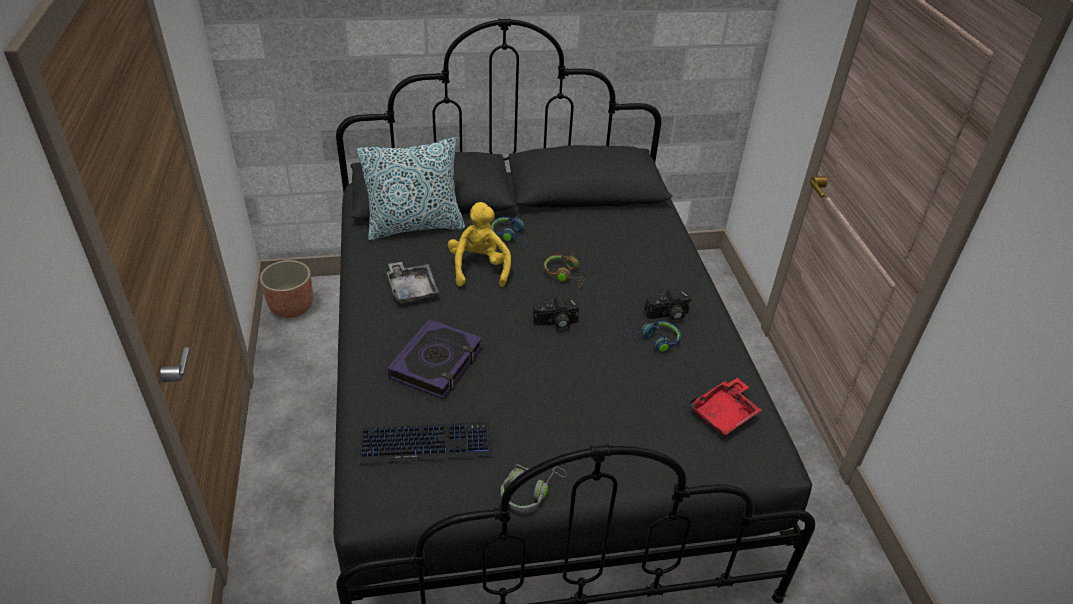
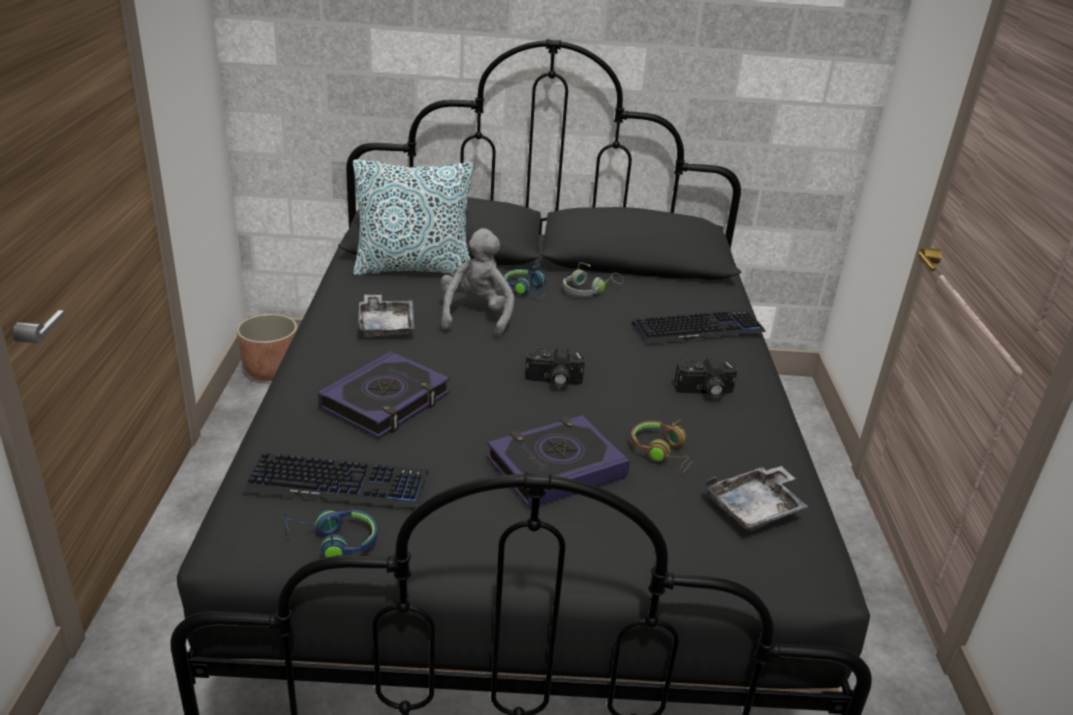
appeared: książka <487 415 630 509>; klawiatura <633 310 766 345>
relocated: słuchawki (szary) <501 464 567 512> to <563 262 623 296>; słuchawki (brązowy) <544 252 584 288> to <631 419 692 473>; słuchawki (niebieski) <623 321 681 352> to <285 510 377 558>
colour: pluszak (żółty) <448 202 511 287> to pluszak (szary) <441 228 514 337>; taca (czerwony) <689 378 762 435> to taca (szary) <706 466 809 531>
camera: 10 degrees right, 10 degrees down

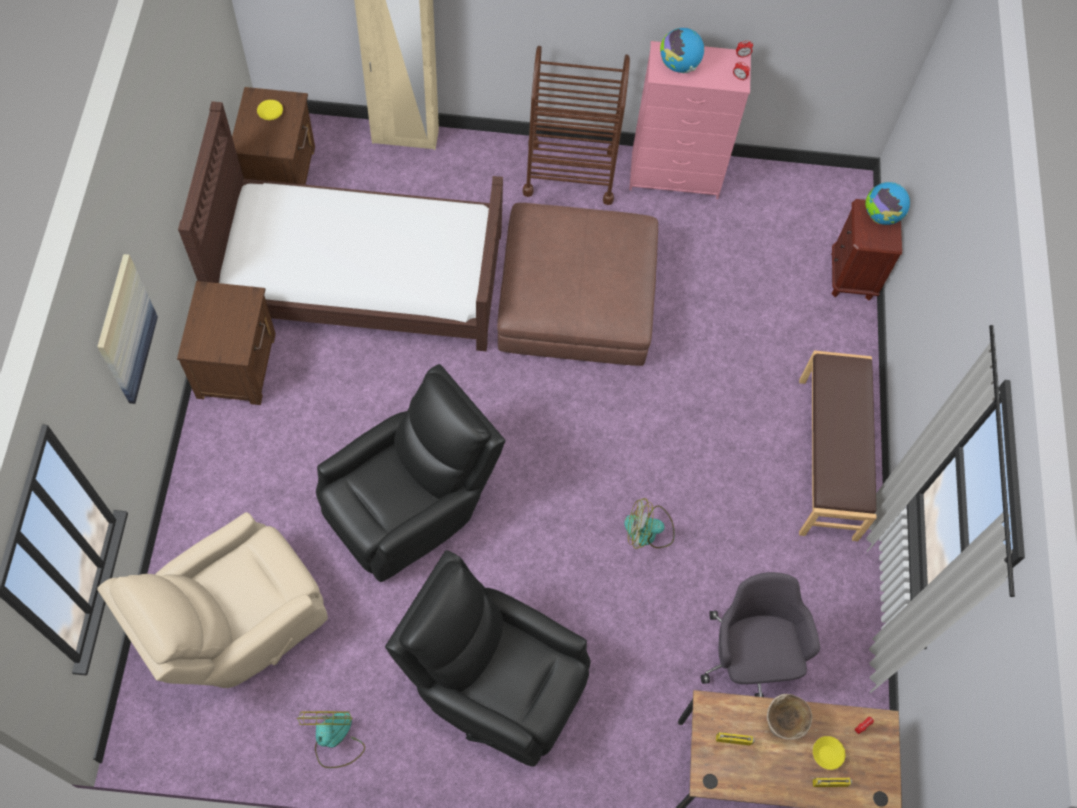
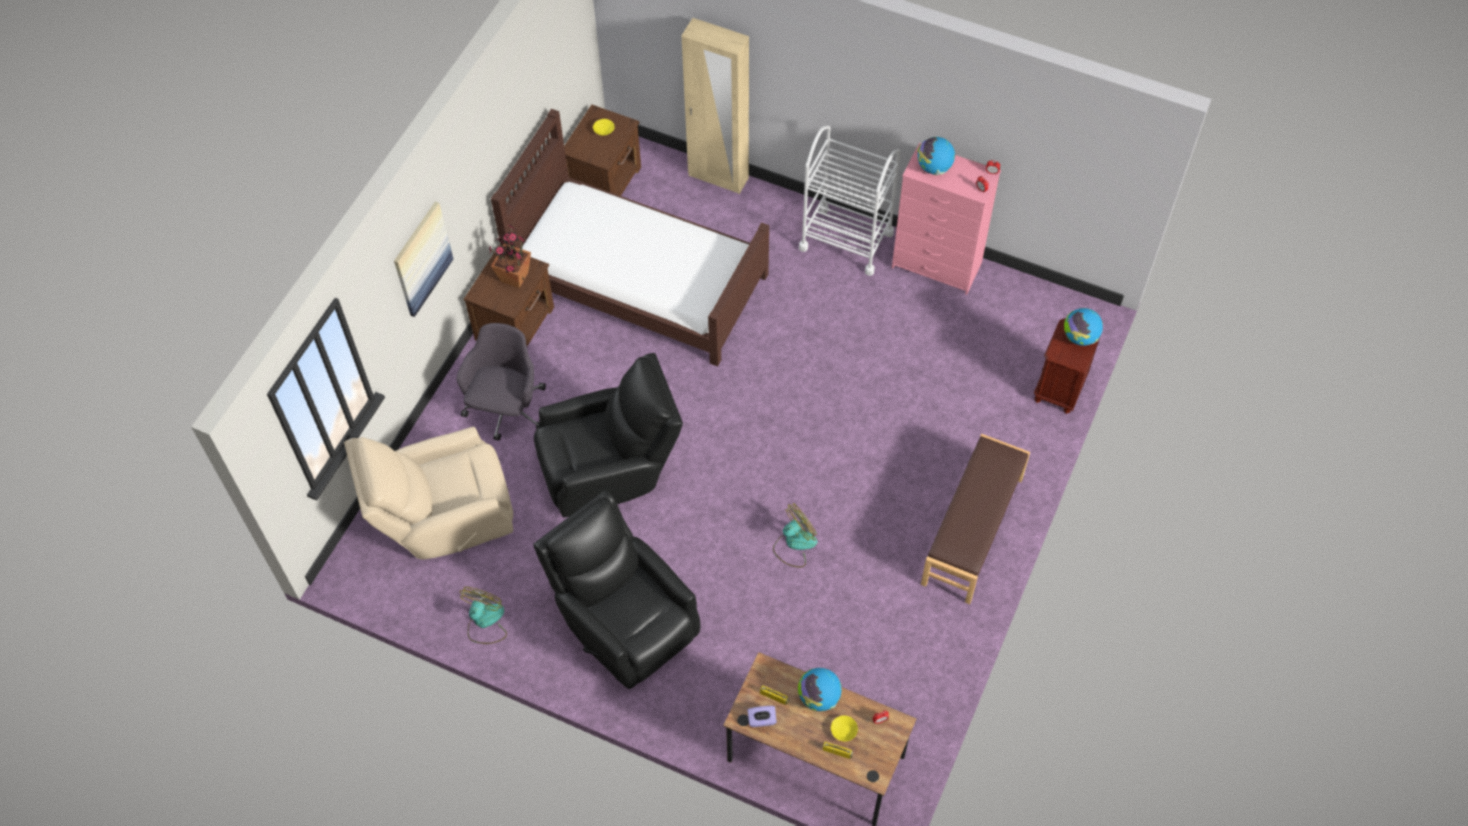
missing: pufa (brązowy) <497 203 658 366>
appeared: roślina doniczkowa <489 225 531 288>; pudełko chusteczek (fioletowy) <747 706 777 727>
relocated: krzesło biurowe (szary) <701 572 820 697> to <456 323 546 441>
exchanged: miska (beżowy) <767 694 812 740> to globus <798 668 842 711>
colour: wózek (brązowy) <523 46 630 205> to wózek (biały) <799 125 901 276>
spun: wentylator <624 498 675 549> = <773 503 817 568> 120 degrees clockwise
camera: 25 degrees right, 5 degrees down

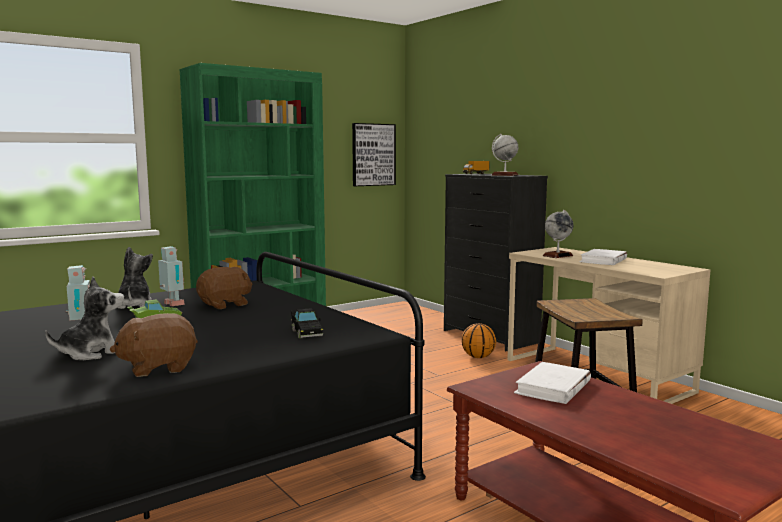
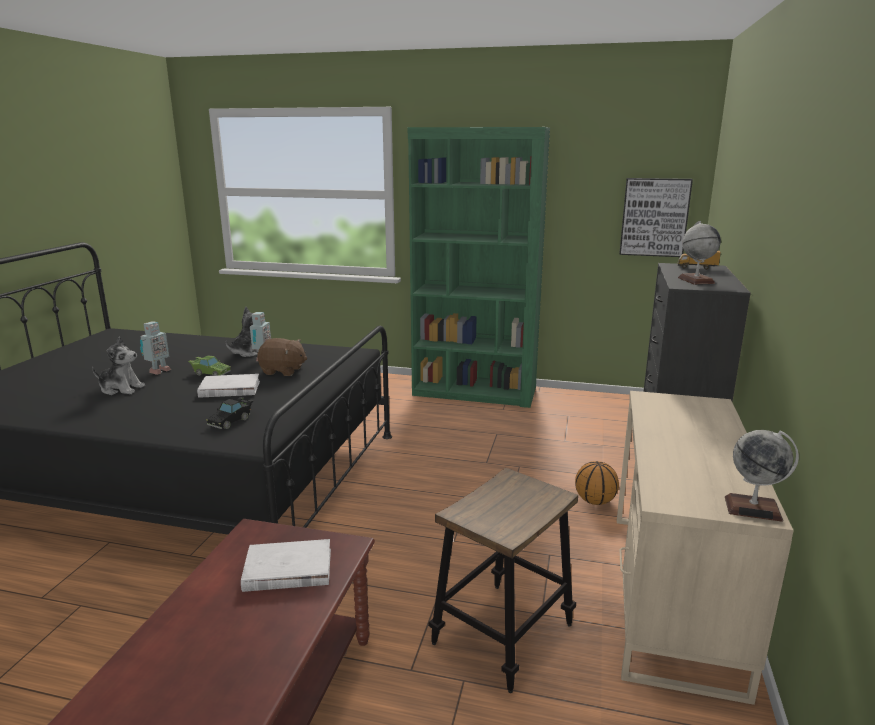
missing: pluszak (brązowy) <110 313 198 377>
relocated: globus <543 210 573 258> to <725 430 799 522>; książka (biały) <579 249 627 265> to <197 374 260 398>
camera: 50 degrees right, 10 degrees up

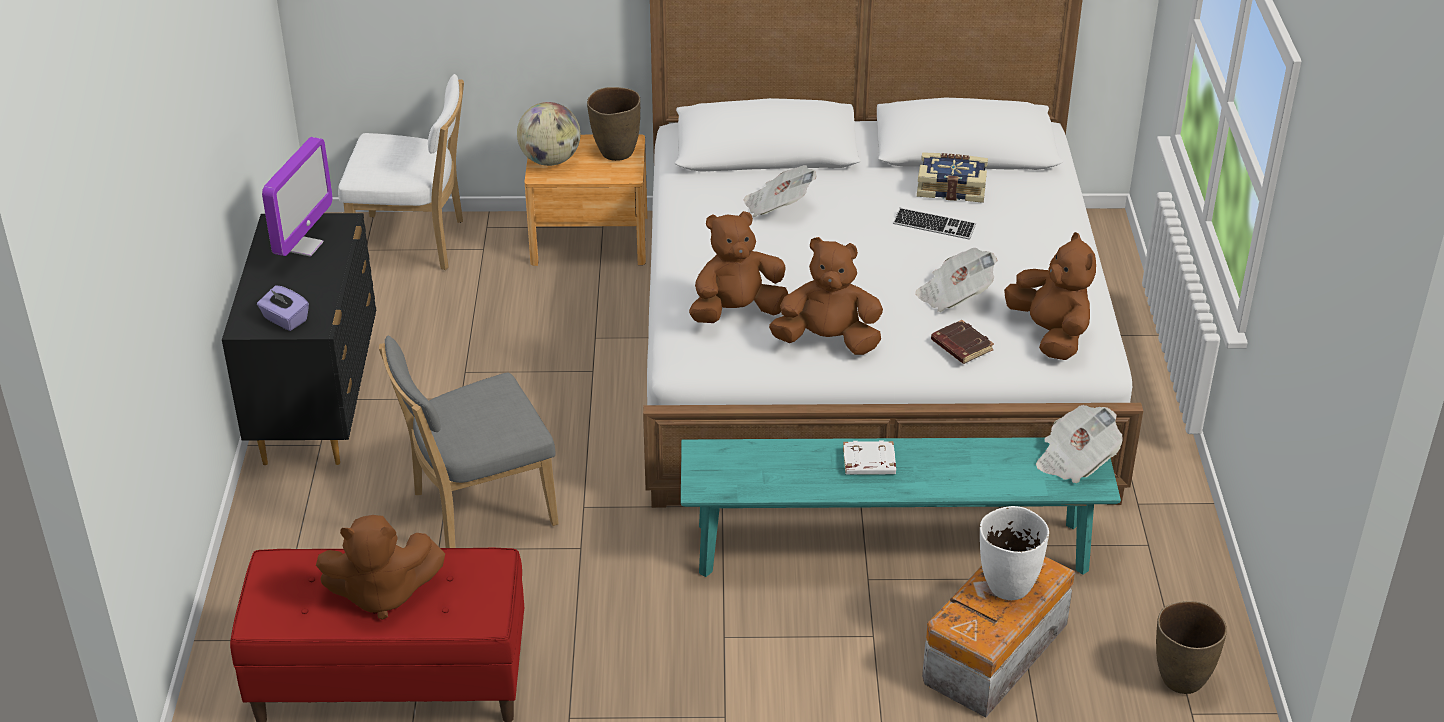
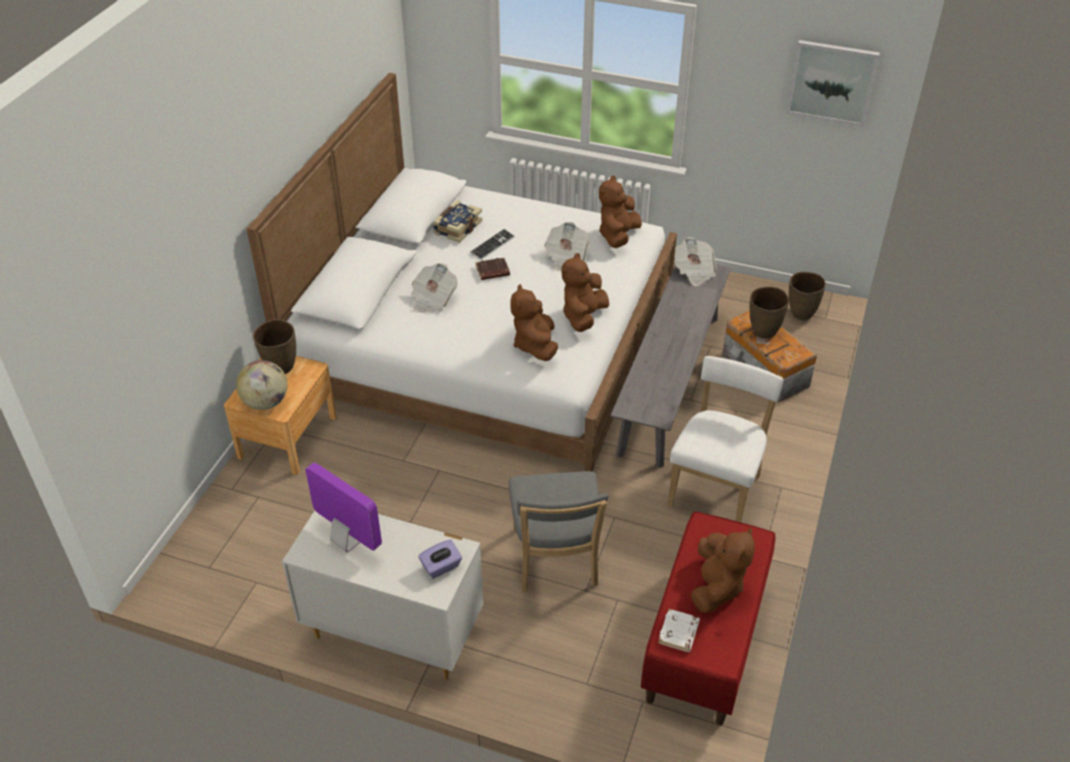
appeared: obraz <786 40 880 127>
relocated: krzesło (biały) <338 74 464 270> to <668 356 783 522>; książka (biały) <843 440 896 475> to <658 609 700 652>; książka (brązowy) <931 320 994 364> to <475 258 510 280>
colour: komoda (czarny) <222 213 377 465> to komoda (biały) <282 511 483 680>; ławka (turkusowy) <681 437 1121 577> to ławka (szary) <610 264 731 468>; wazon (biały) <980 506 1049 600> to wazon (brązowy) <750 287 789 338>
spun: pluszak (brązowy) <1004 232 1096 360> = <599 176 642 248> 60 degrees counterclockwise
camera: 70 degrees left, 5 degrees up

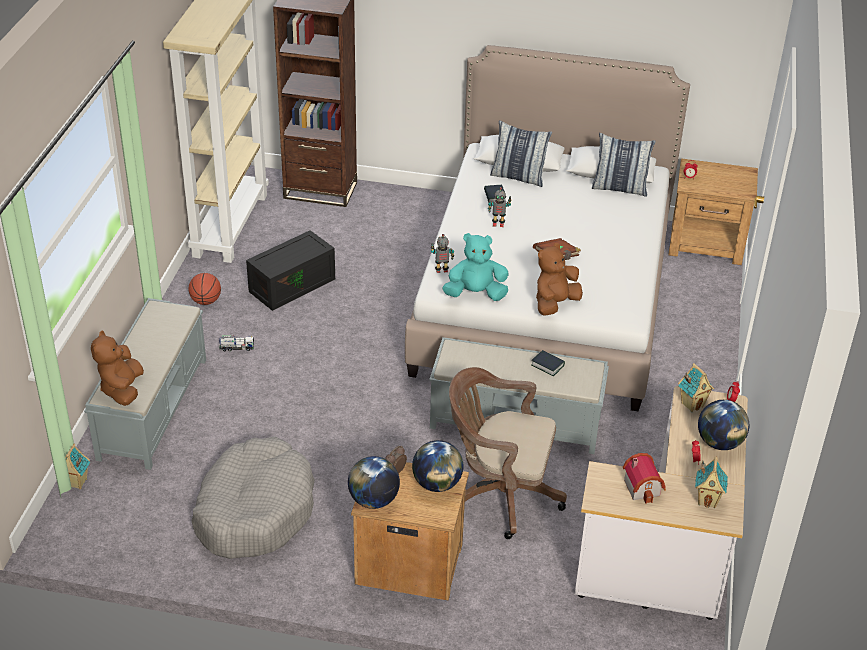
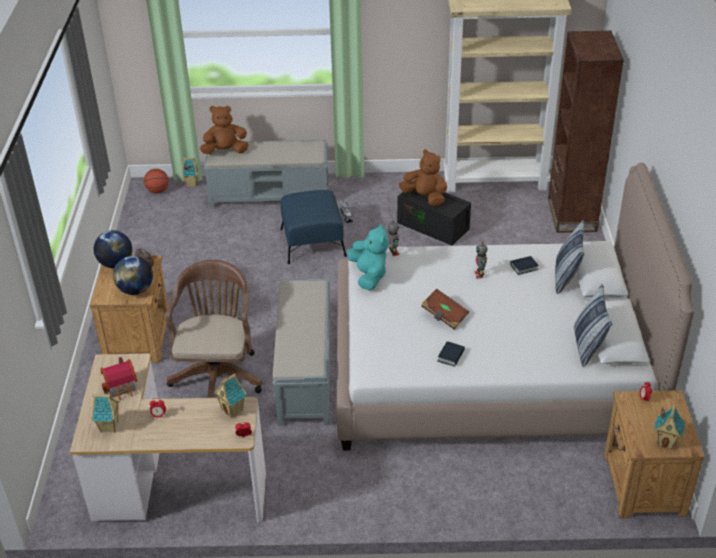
missing: legowisko (szary) <191 436 315 559>; globus <698 400 749 450>
appeared: pufa (niebieski) <280 190 347 264>; domek <654 404 685 449>
relocated: piłka do koszykówki <189 273 221 305> to <144 169 169 194>; książka <531 350 565 376> to <437 341 465 367>; pluszak (brązowy) <536 243 583 316> to <399 149 447 206>
camera: 80 degrees right, 0 degrees up

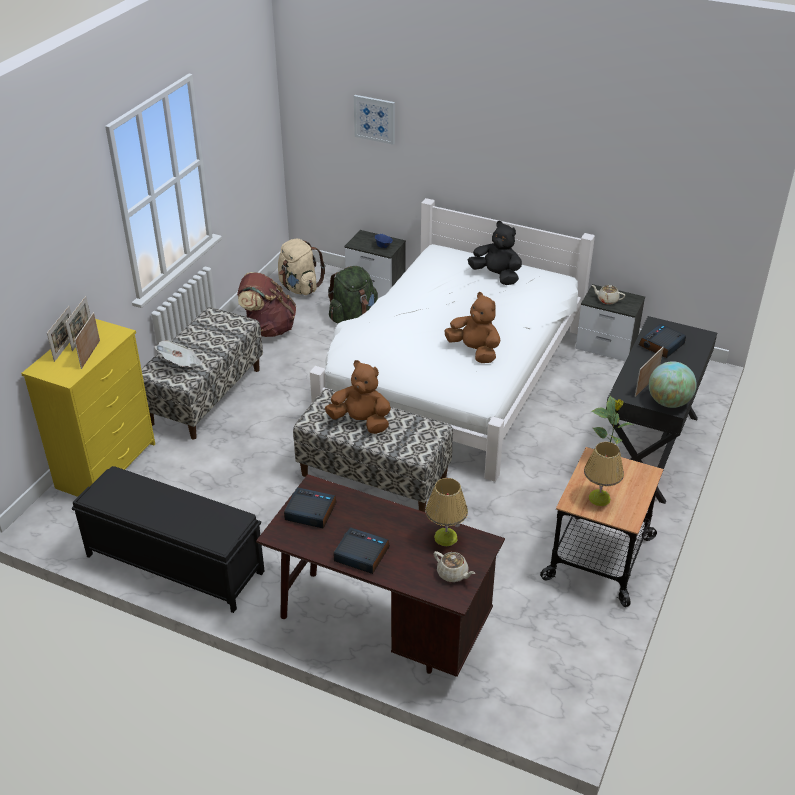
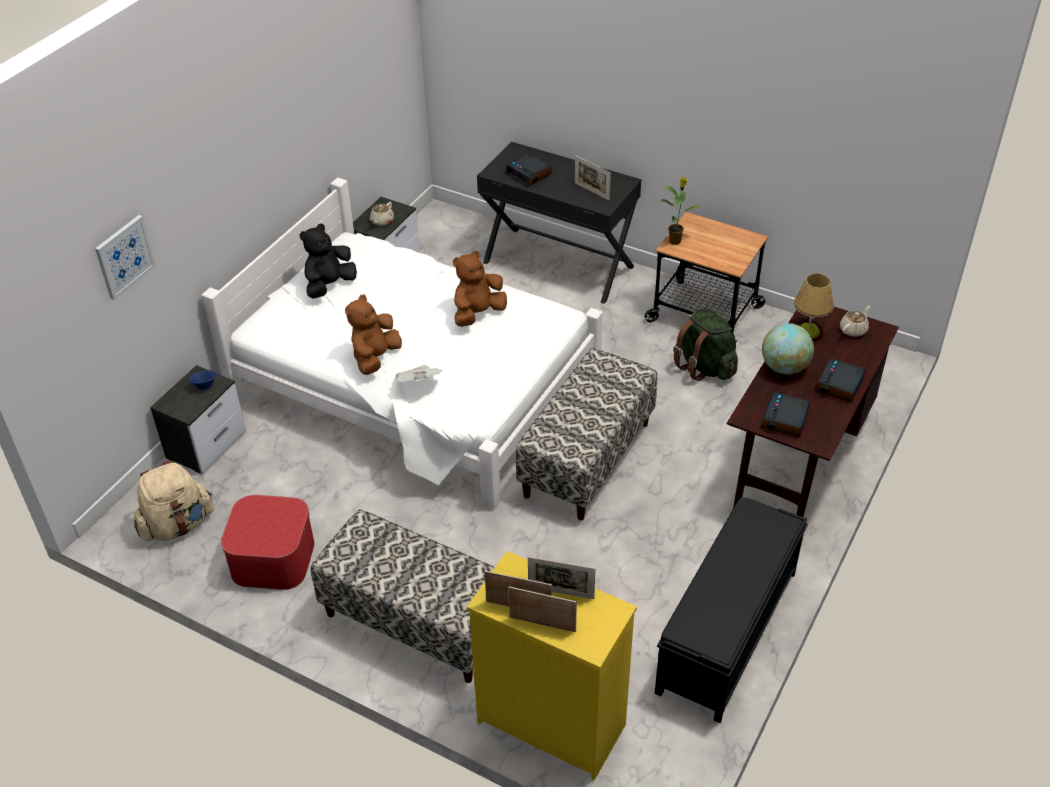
missing: lampa stołowa <584 442 624 506>
relocated: gazeta <154 341 203 367> to <394 365 443 382>; pluszak (brązowy) <325 360 391 434> to <345 294 402 375>; plecak (zielony) <328 266 378 324> to <673 308 738 381>; globus <649 361 697 408> to <762 323 814 374>
exchanged: plecak (brązowy) <237 272 296 337> to pufa <221 495 315 590>
camera: 85 degrees left, 5 degrees up

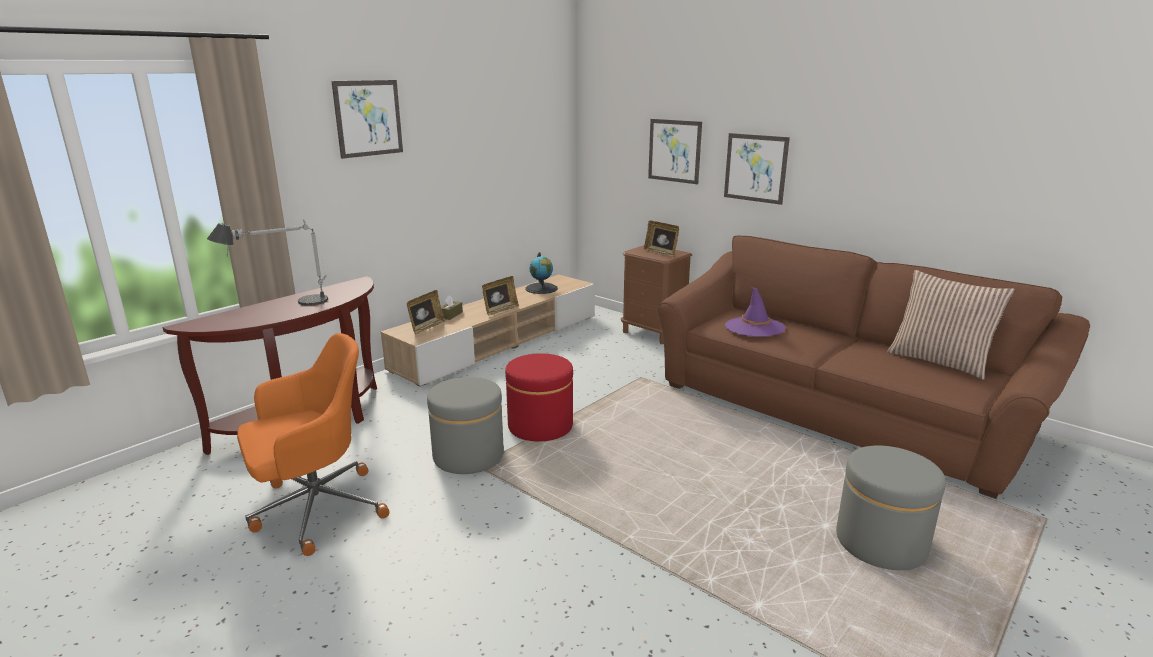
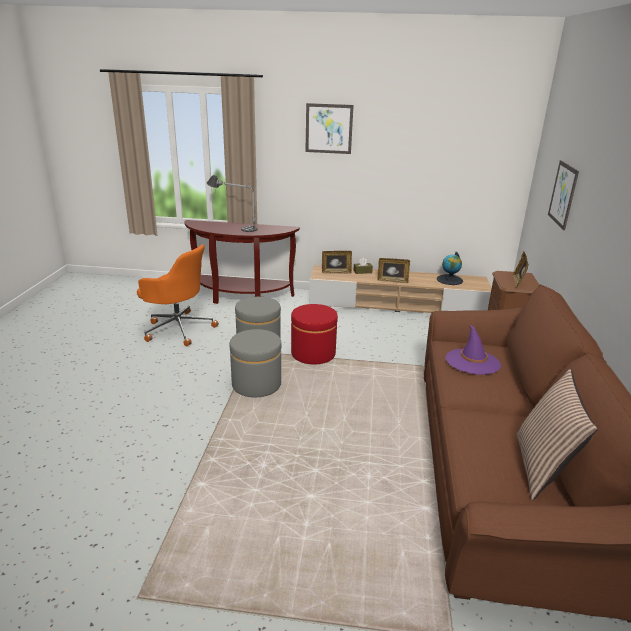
missing: obraz <724 133 790 205>
relocated: pufa (szary) <836 445 946 570> to <230 329 281 397>
camera: 55 degrees right, 5 degrees up

